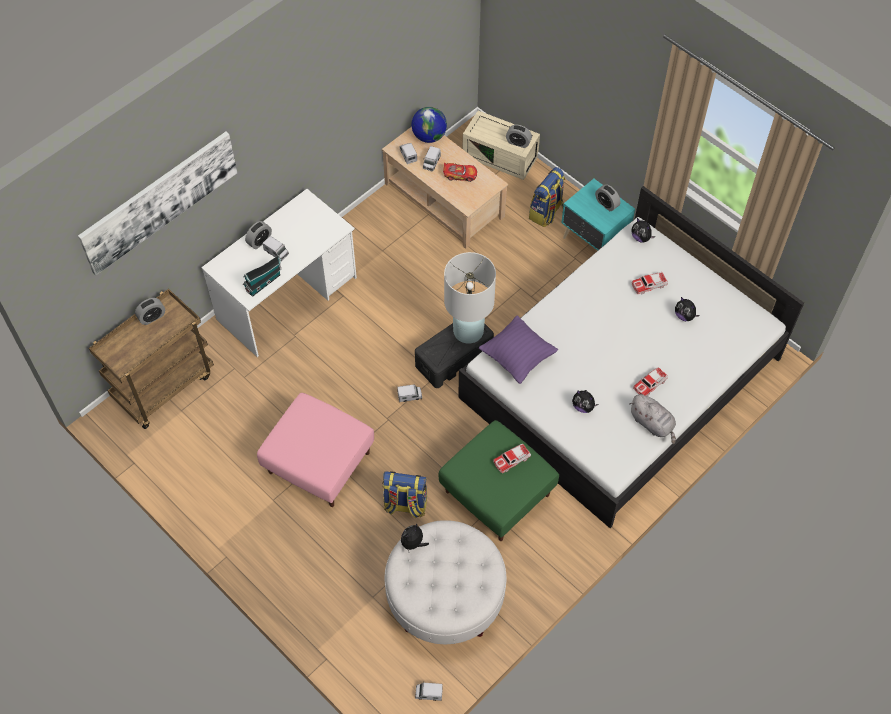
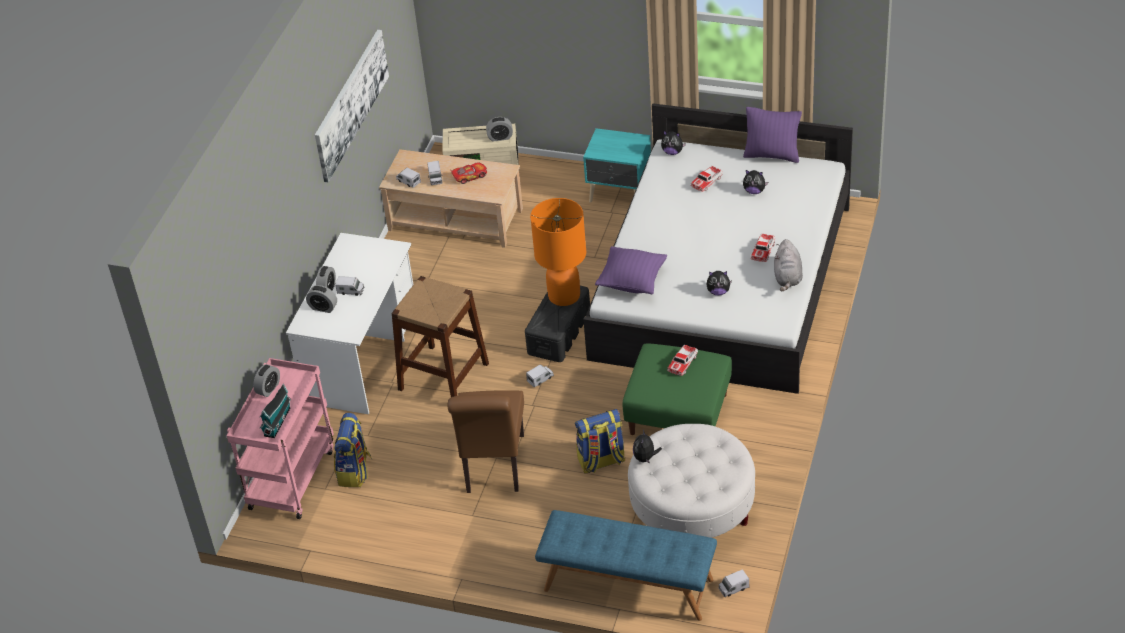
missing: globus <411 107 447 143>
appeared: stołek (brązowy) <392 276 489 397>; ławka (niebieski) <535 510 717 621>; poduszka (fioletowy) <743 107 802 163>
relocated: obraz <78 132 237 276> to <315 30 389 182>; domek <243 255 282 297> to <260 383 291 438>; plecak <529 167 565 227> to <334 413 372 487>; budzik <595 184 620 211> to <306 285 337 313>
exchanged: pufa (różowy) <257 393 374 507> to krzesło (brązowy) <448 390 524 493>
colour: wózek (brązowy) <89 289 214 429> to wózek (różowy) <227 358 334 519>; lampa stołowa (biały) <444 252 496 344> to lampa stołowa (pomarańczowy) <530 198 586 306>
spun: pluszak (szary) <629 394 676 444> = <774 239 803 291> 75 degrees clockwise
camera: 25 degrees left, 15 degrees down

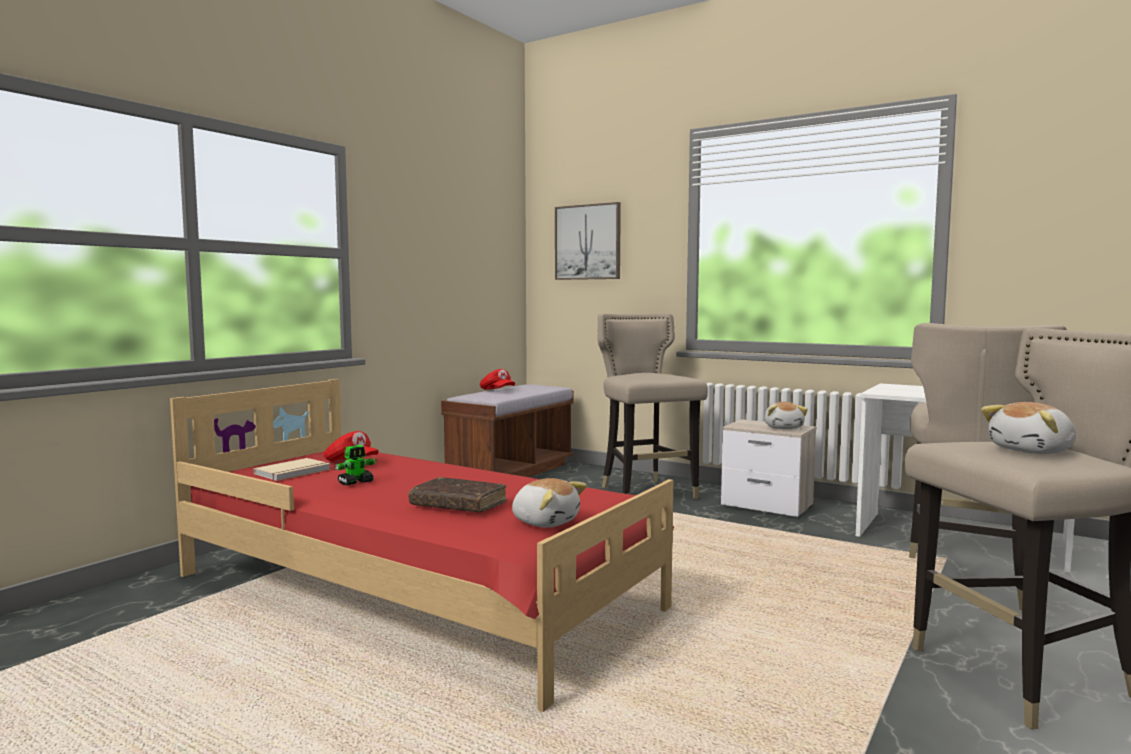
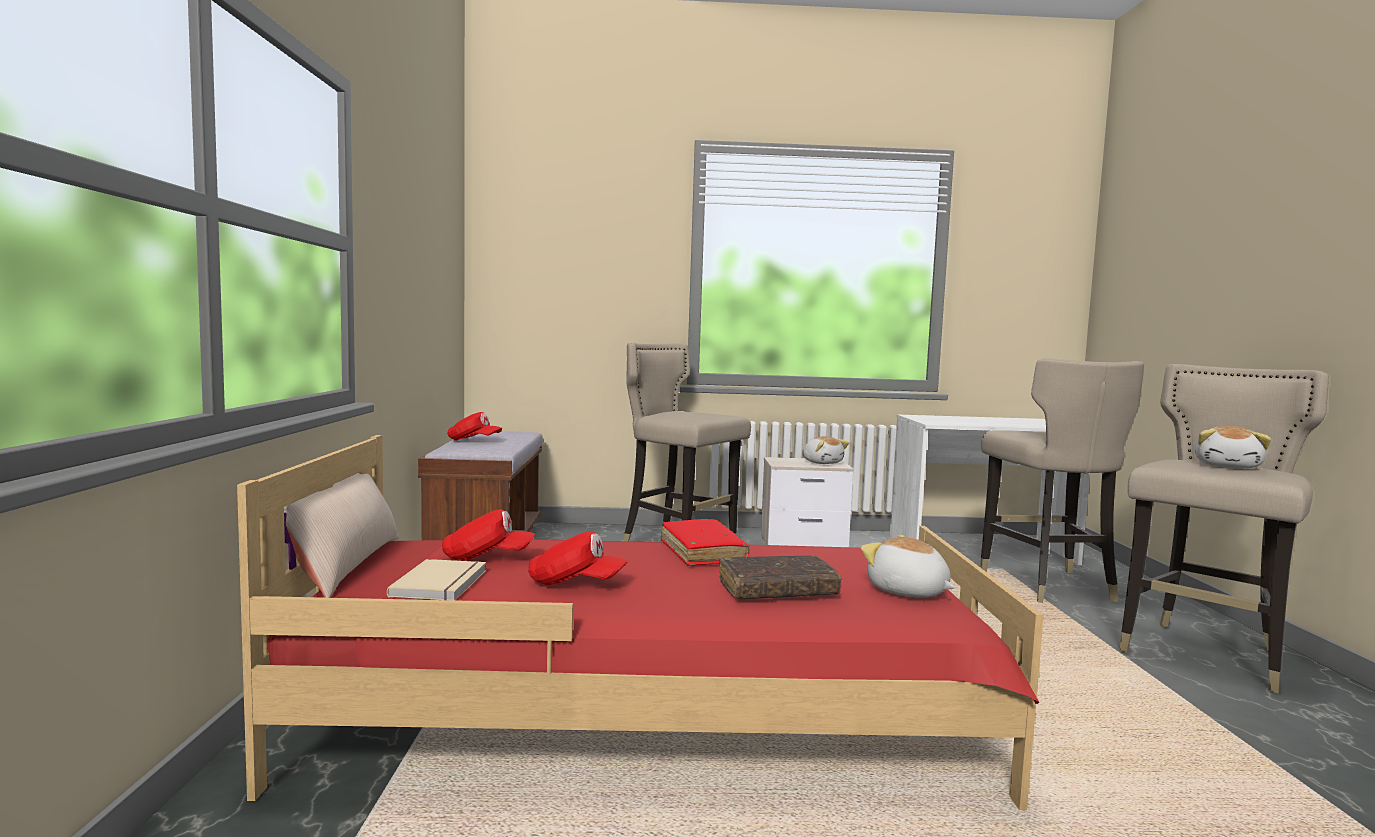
missing: obraz <555 202 621 280>
appeared: poduszka (beżowy) <284 473 399 598>; książka (czerwony) <661 519 749 566>
exchanged: robot zabawkowy <334 445 377 485> to czapka z daszkiem (czerwony) <528 531 628 585>
spun: pluszak <512 478 587 528> = <861 535 956 598> 135 degrees counterclockwise
camera: 35 degrees left, 0 degrees up

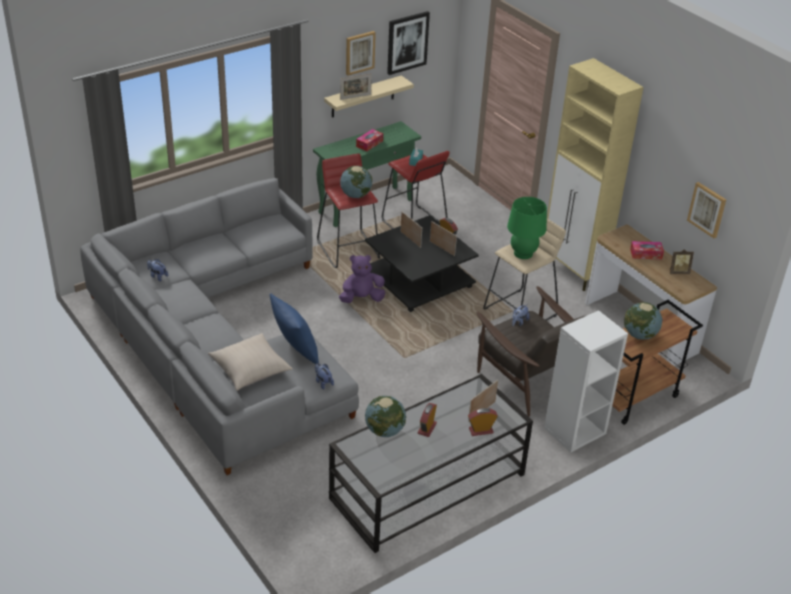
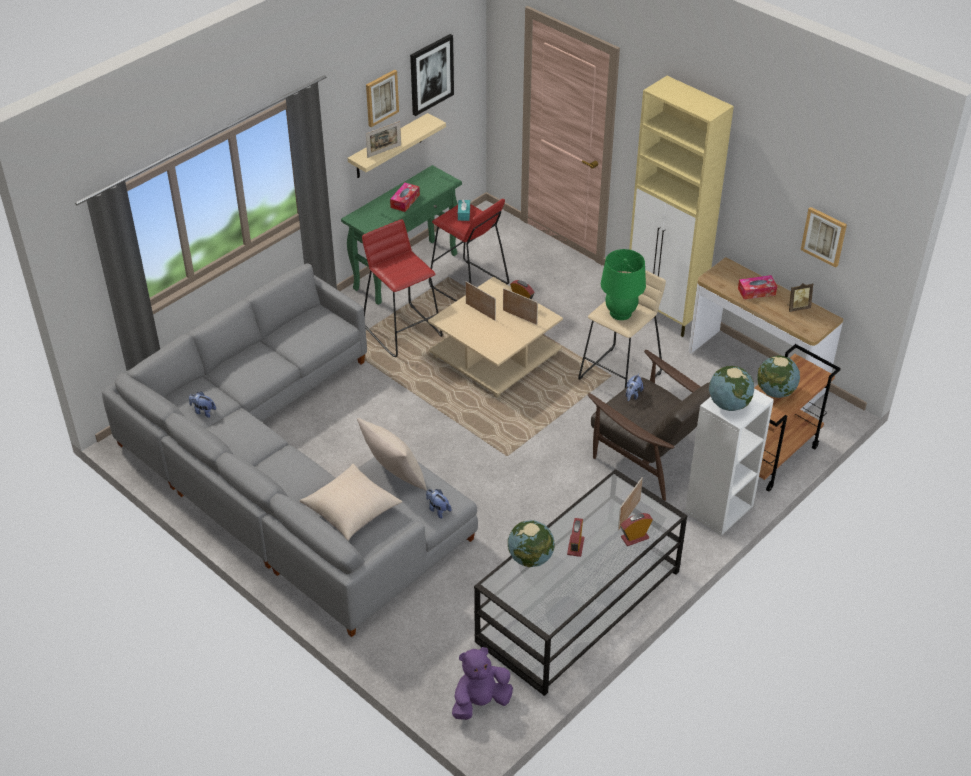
relocated: pluszak (fioletowy) <339 255 385 303> to <452 647 513 720>; globus <340 166 372 198> to <709 366 754 411>
colour: poduszka (niebieski) <270 293 319 364> to poduszka (beżowy) <357 418 427 491>; ława (czarny) <365 215 479 312> to ława (beżowy) <428 277 563 398>
camera: 10 degrees left, 5 degrees up

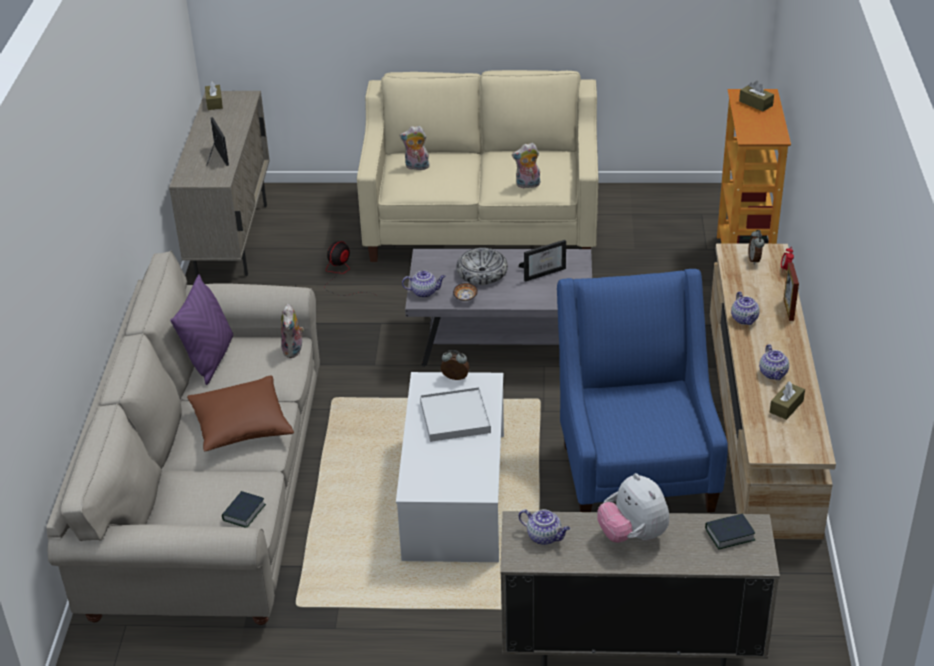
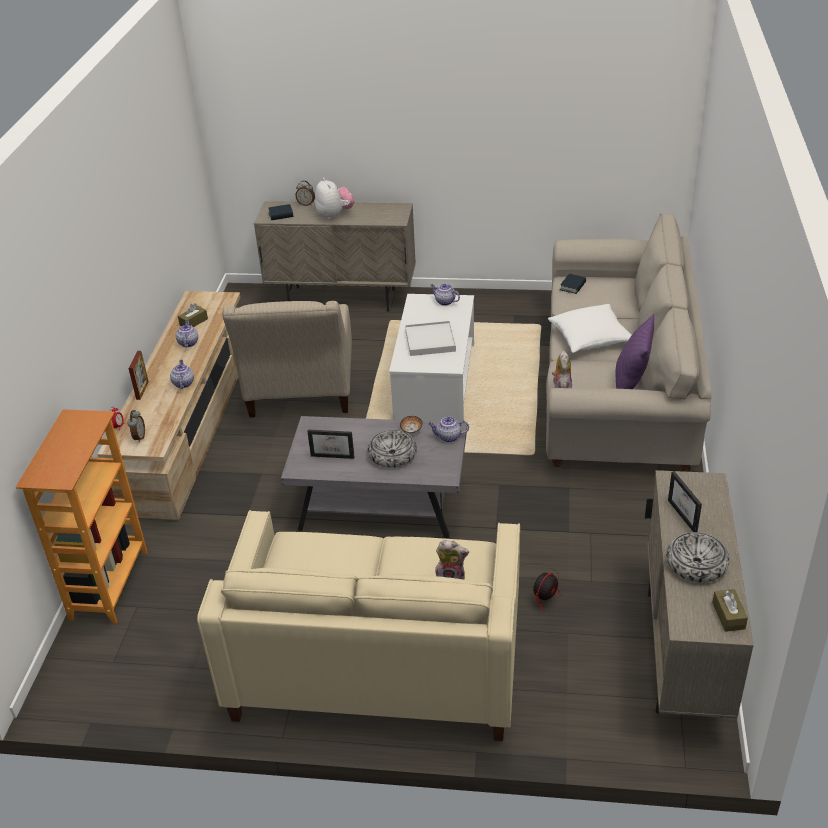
missing: pluszak <512 143 540 188>; pudełko chusteczek (brązowy) <739 81 774 111>
appeared: miska <666 532 729 583>
relocated: budzik <441 350 470 380> to <295 181 315 206>; imbryk <519 509 570 545> to <431 284 460 306>
colour: poduszka (brązowy) <187 376 294 451> to poduszka (biały) <548 304 632 353>; fotel (niebieski) <557 269 728 512> to fotel (beżowy) <222 301 352 417>
spun: ramka na zdjęcie <519 240 566 282> = <307 429 354 459> 150 degrees counterclockwise
camera: 175 degrees left, 0 degrees up

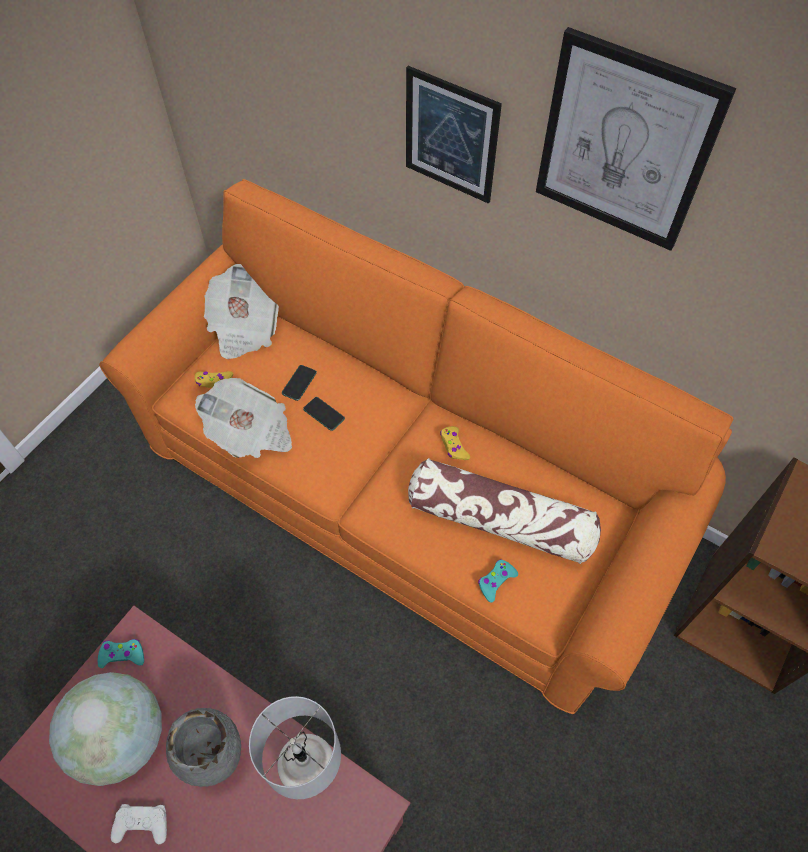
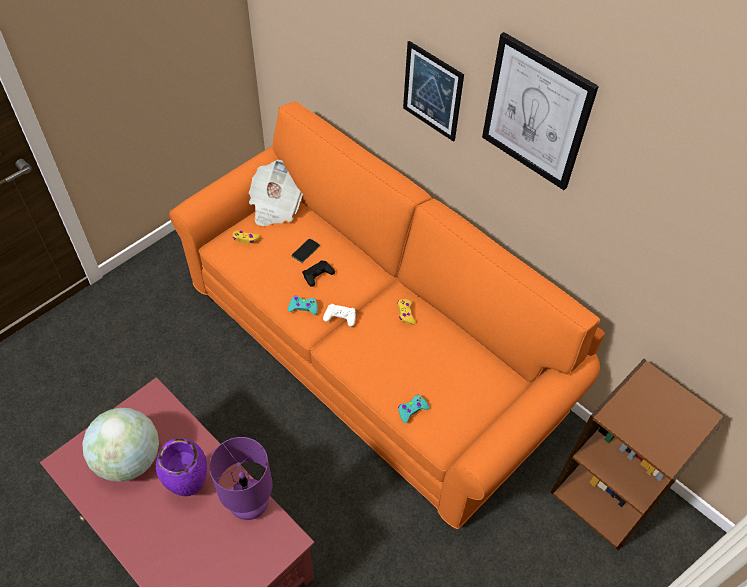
missing: gazeta <195 378 292 458>; poduszka <408 458 601 564>
relocated: pad do gier (turkusowy) <98 639 144 668> to <288 296 317 315>; pad do gier (biały) <111 804 167 844> to <323 304 356 327>
exchanged: telefon <303 397 345 431> to pad do gier (czarny) <302 260 335 287>
colour: wazon (szary) <166 708 241 787> to wazon (fioletowy) <156 438 207 496>; lampa stołowa (szary) <249 696 341 799> to lampa stołowa (fioletowy) <209 437 273 520>
camera: 10 degrees right, 5 degrees down

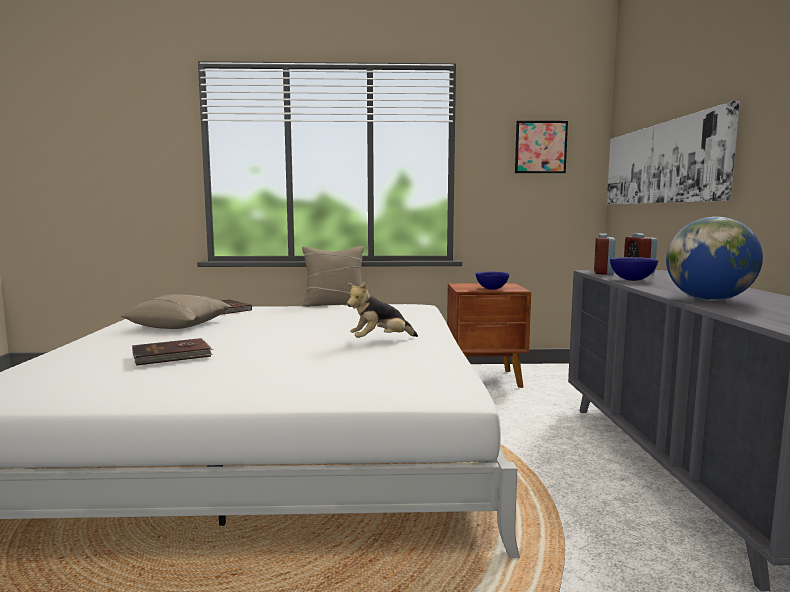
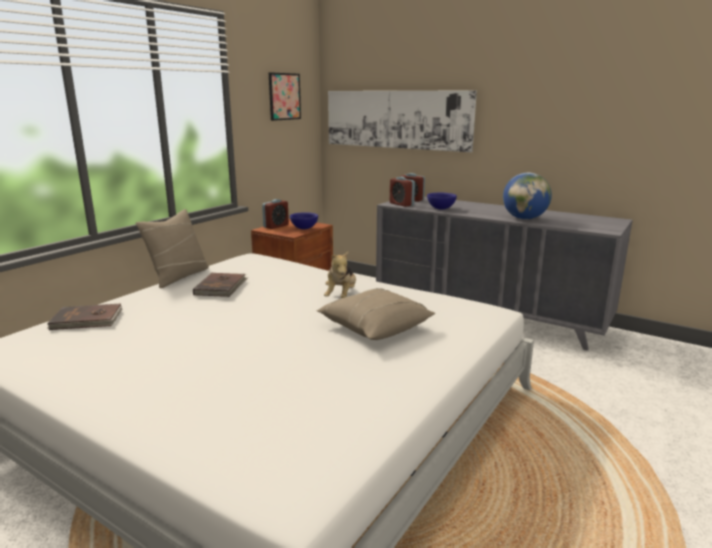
appeared: budzik <262 199 289 229>
relocated: poduszka (beżowy) <120 294 232 329> to <317 288 435 340>; książka (brązowy) <132 338 213 366> to <193 273 248 297>
camera: 55 degrees left, 10 degrees up

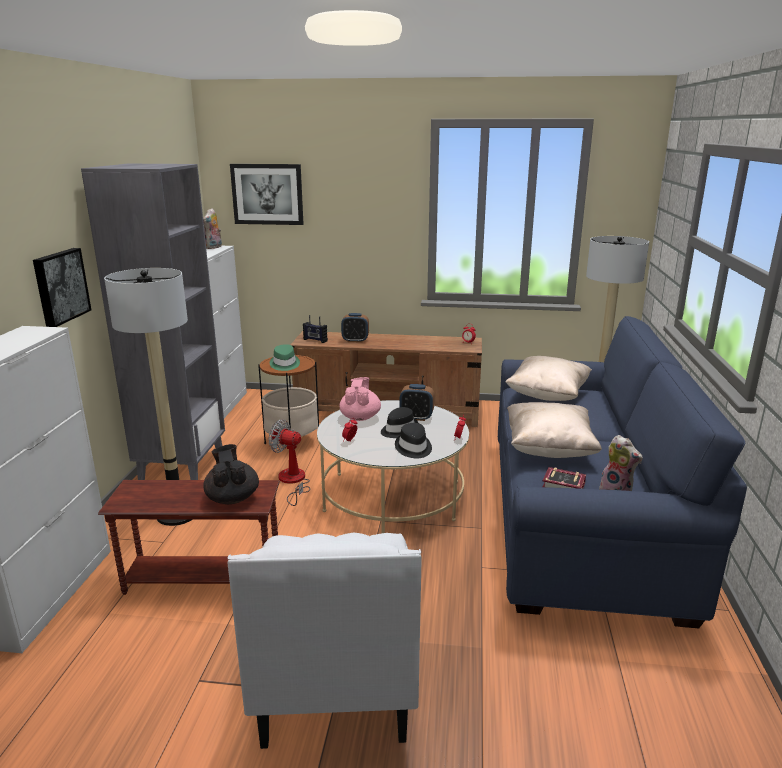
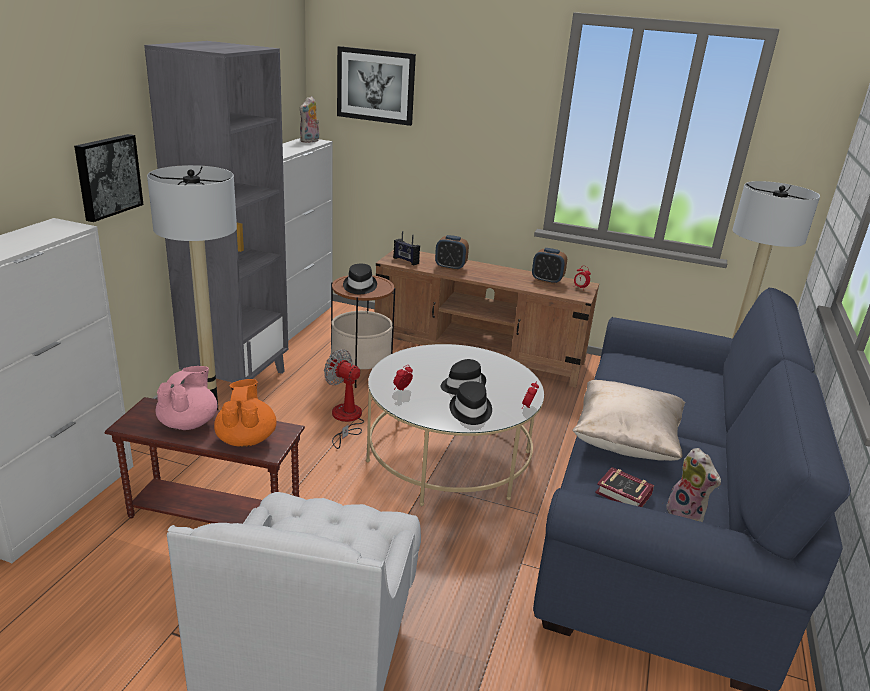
missing: poduszka (beżowy) <505 356 592 401>
relocated: imbryk (różowy) <340 377 381 421> to <156 366 217 430>; budzik <399 384 435 421> to <532 248 567 284>
colour: imbryk (czarny) <203 444 259 504> to imbryk (pomarańczowy) <214 379 276 447>; kapelusz (zielony) <270 344 300 371> to kapelusz (czarny) <343 264 377 294>
camera: 10 degrees right, 5 degrees up

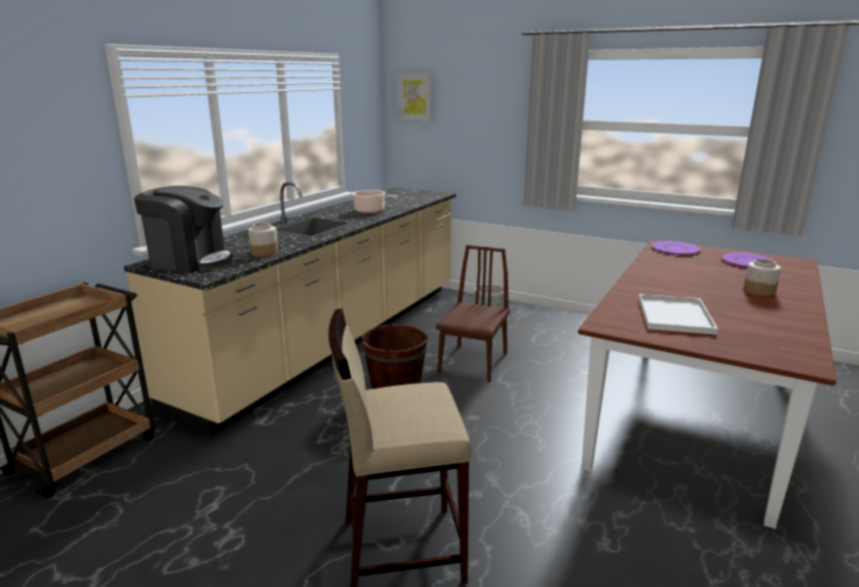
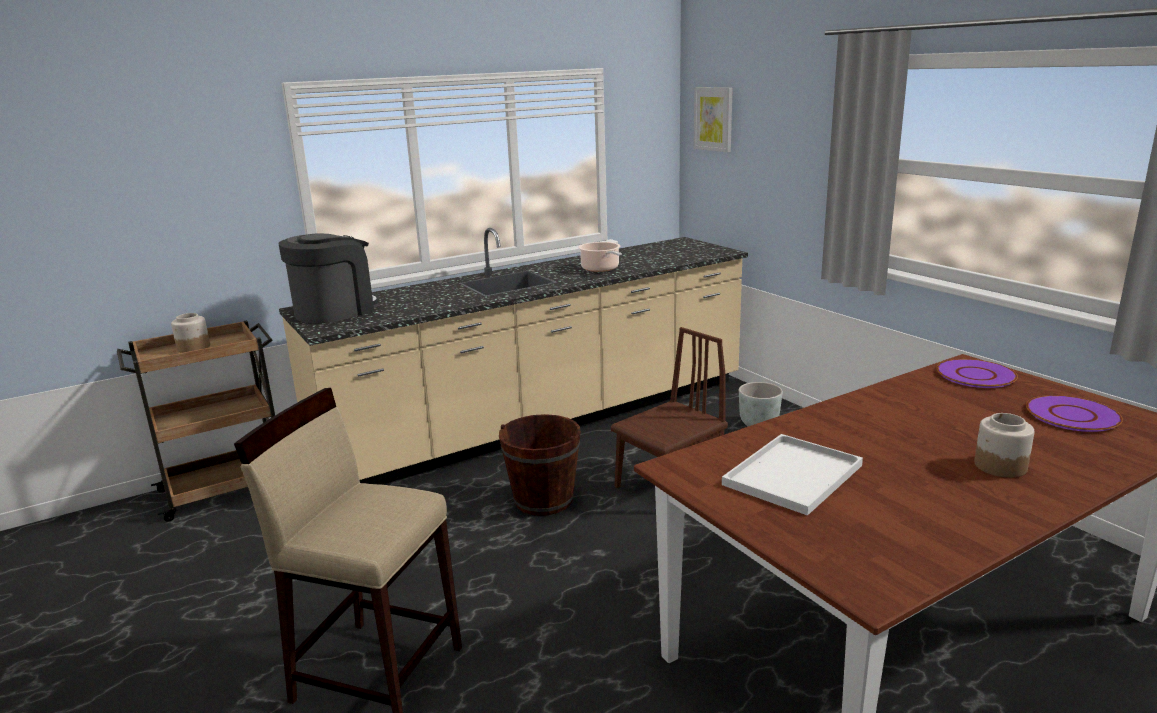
relocated: słoik <248 223 278 257> to <171 313 210 353>
spun: ekspres do kawy <134 186 233 273> = <279 234 380 323> 90 degrees counterclockwise
camera: 30 degrees right, 0 degrees up

